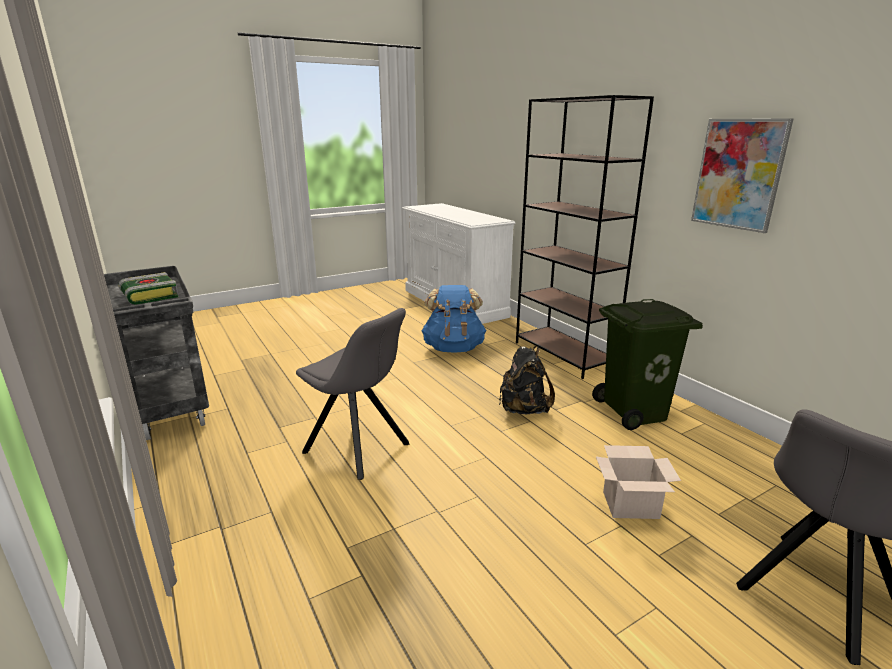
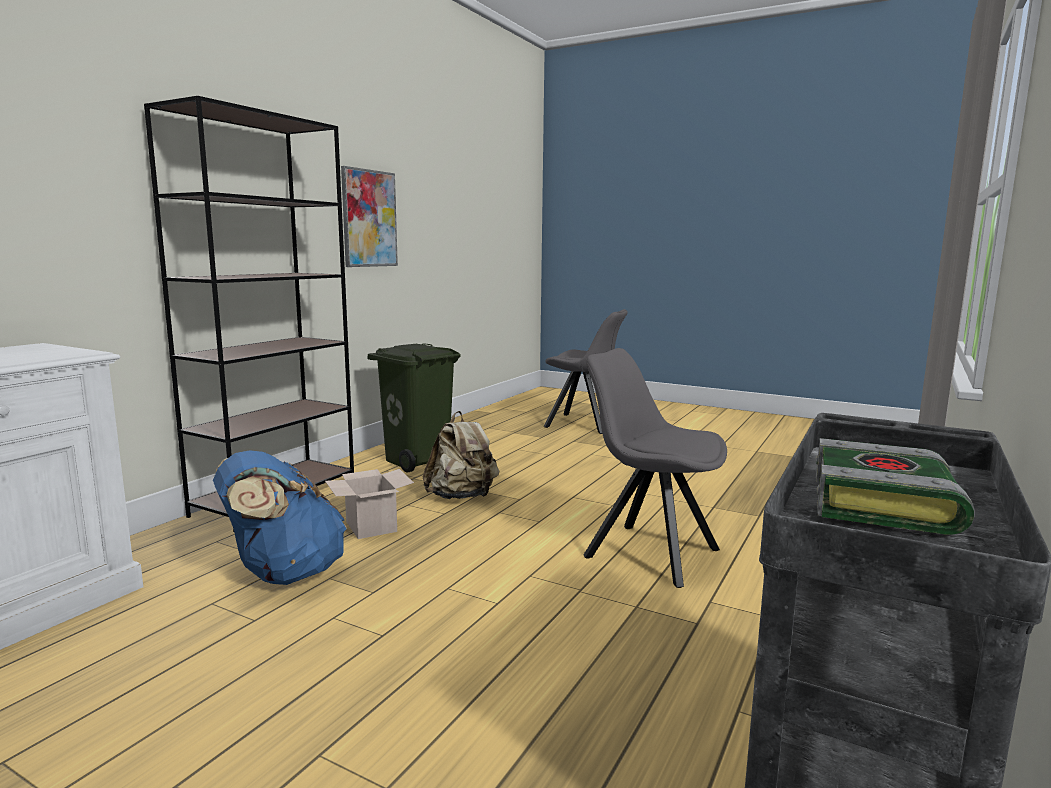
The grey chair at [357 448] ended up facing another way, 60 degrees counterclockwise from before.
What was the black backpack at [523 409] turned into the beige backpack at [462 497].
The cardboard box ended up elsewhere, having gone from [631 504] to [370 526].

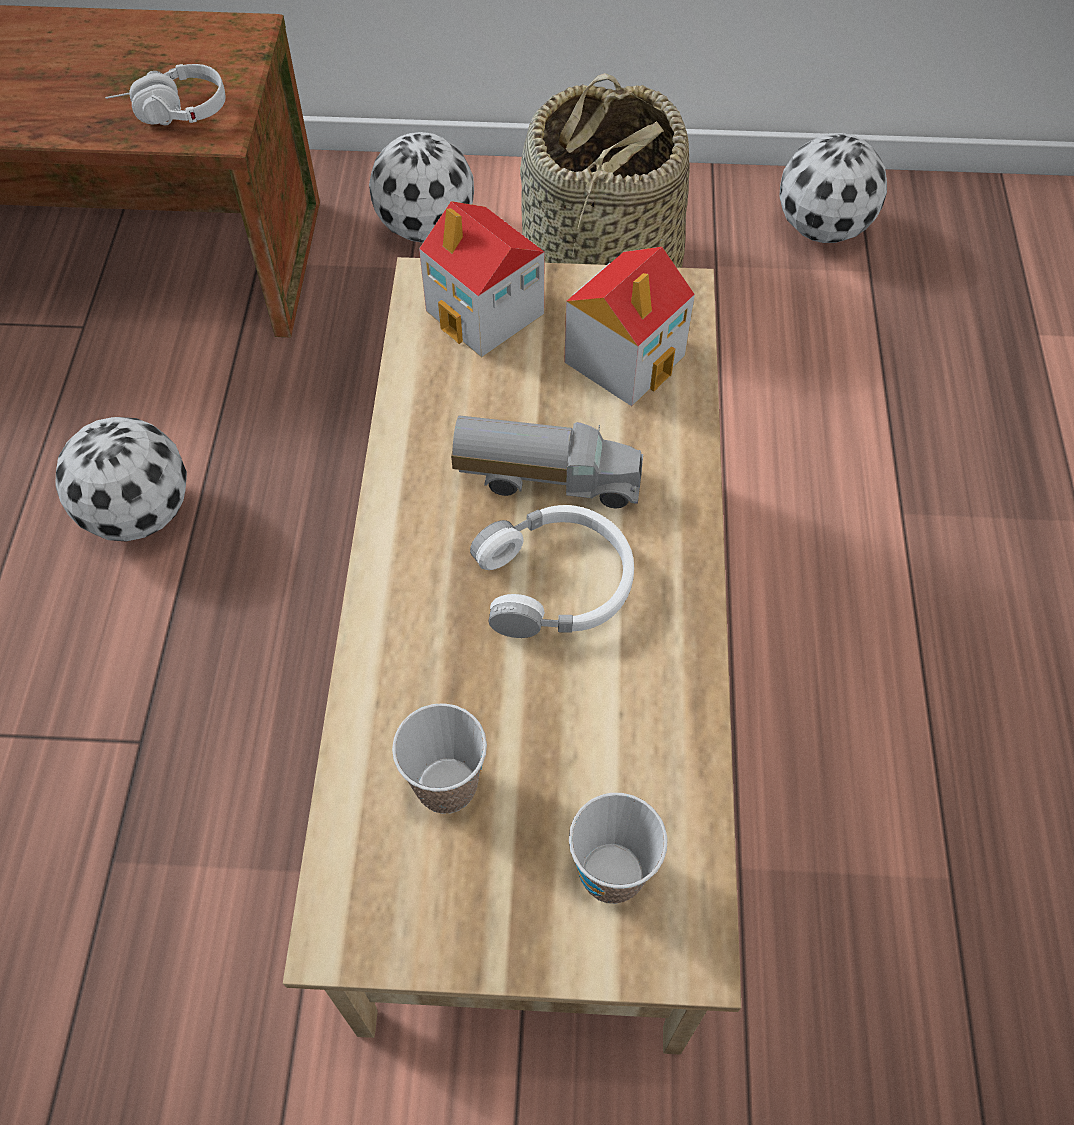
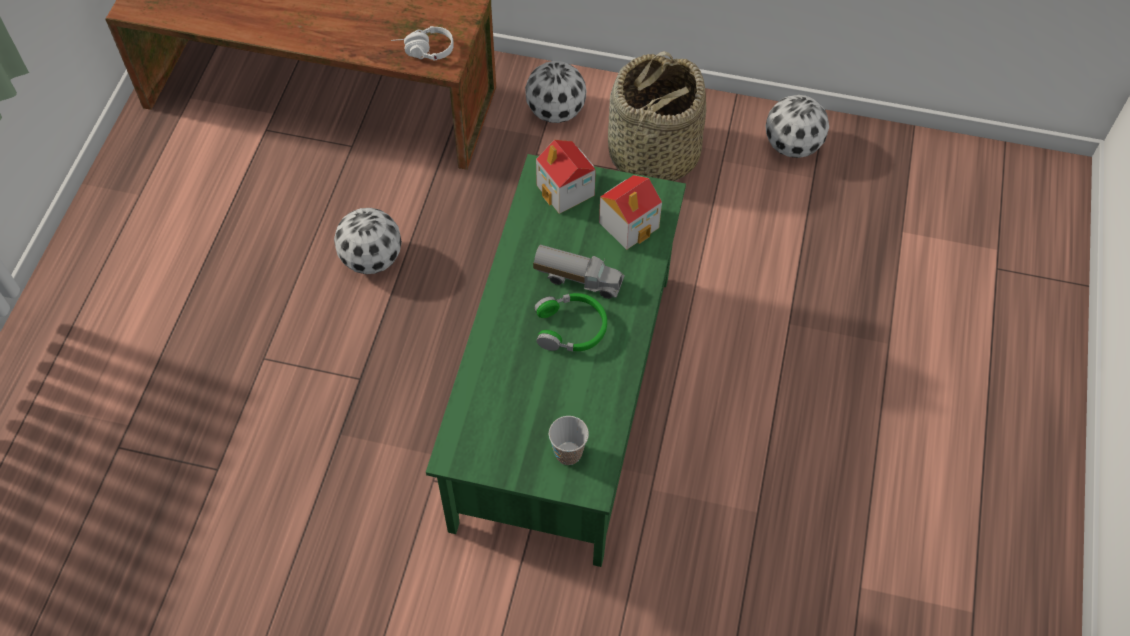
What was the beige coffee table at [534 712] turned into the green coffee table at [563 396].
The second view lost the cup at [446 786].
What was the white headphones at [555 582] turned into the green headphones at [571 328].

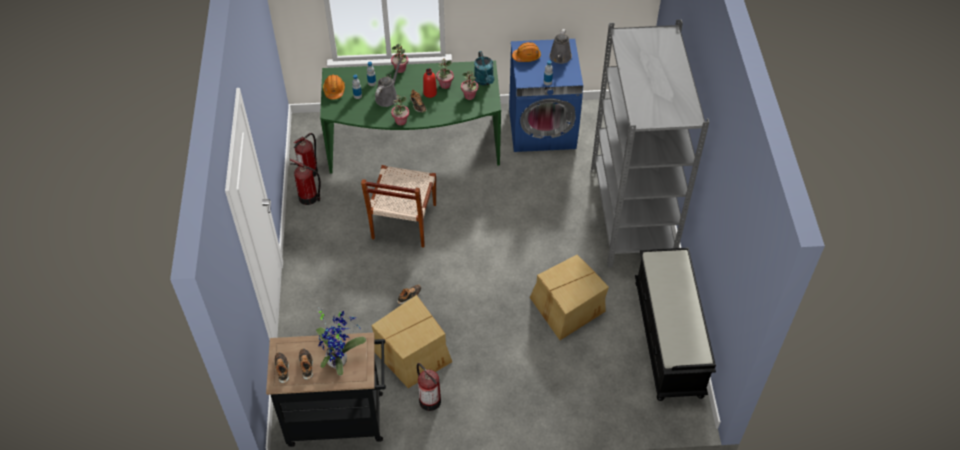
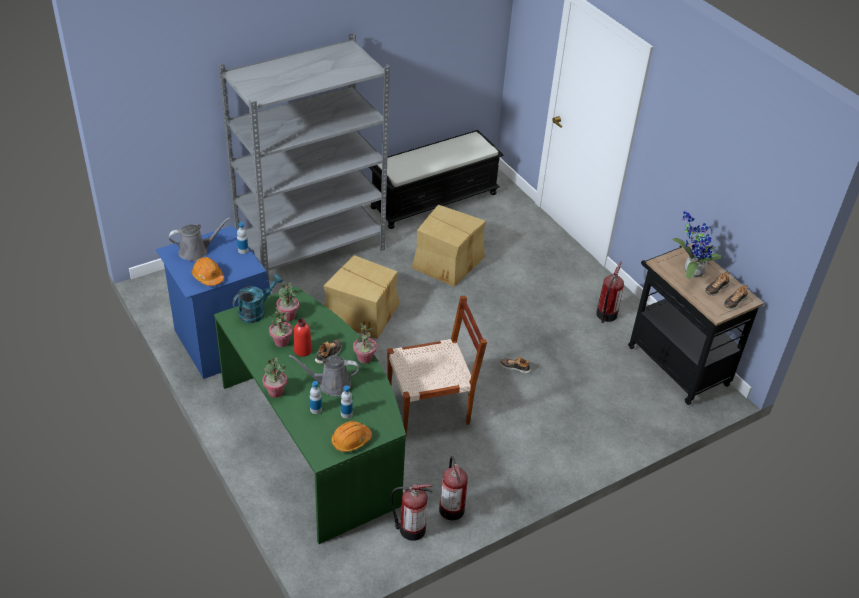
The cardboard box ended up elsewhere, having gone from [413 353] to [362 312].

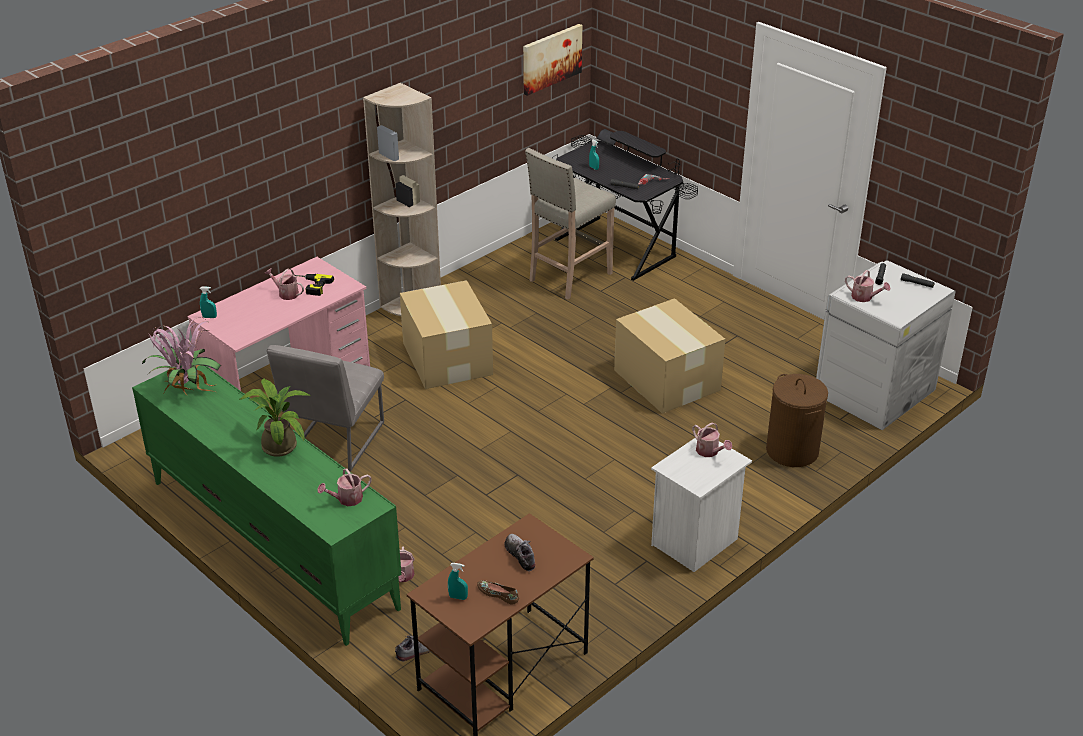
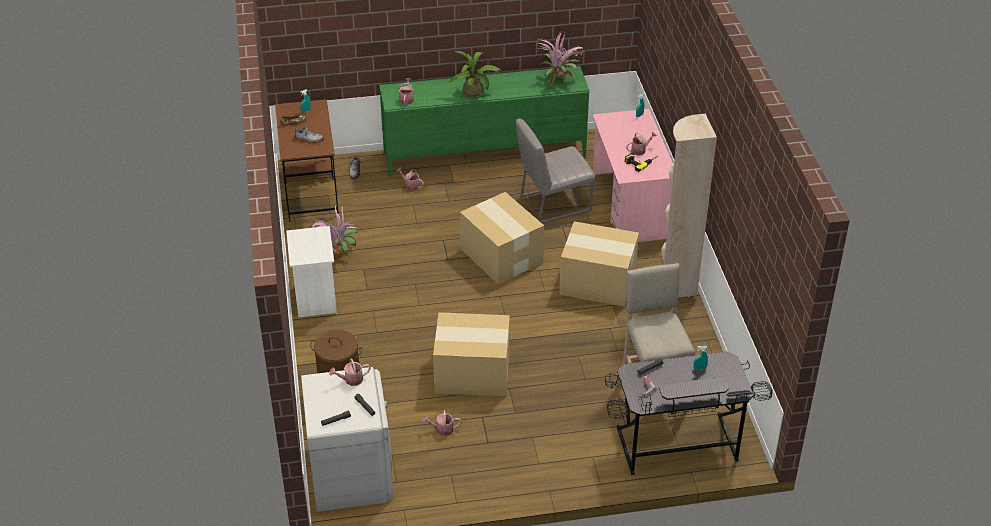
The grey chair at [334 441] ended up facing another way, 75 degrees counterclockwise from before.
The second view lost the picture at [551 58].
The watering can ended up elsewhere, having gone from [709 452] to [442 429].
The second view gained the potted plant at [336 255].
The second view gained the cardboard box at [501 256].

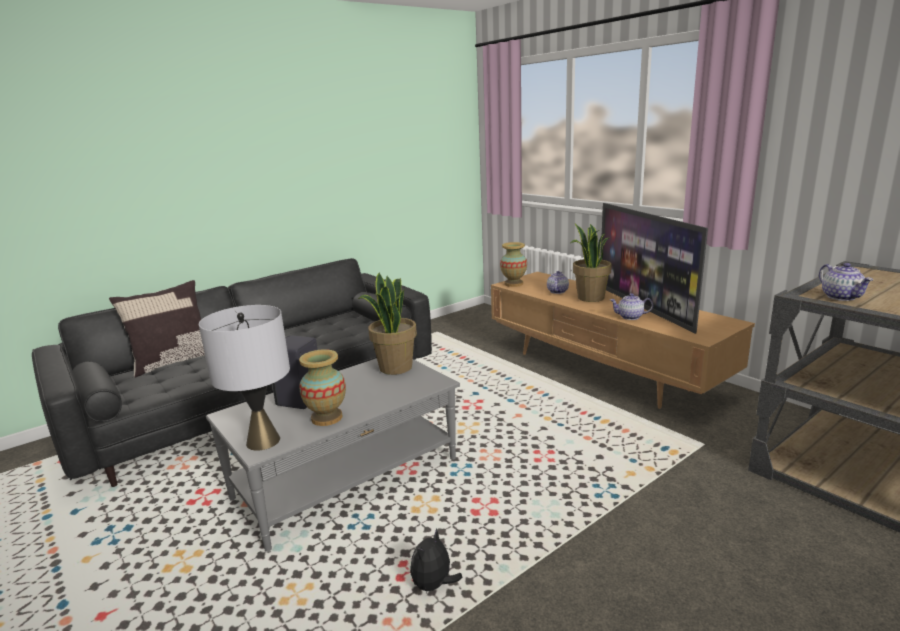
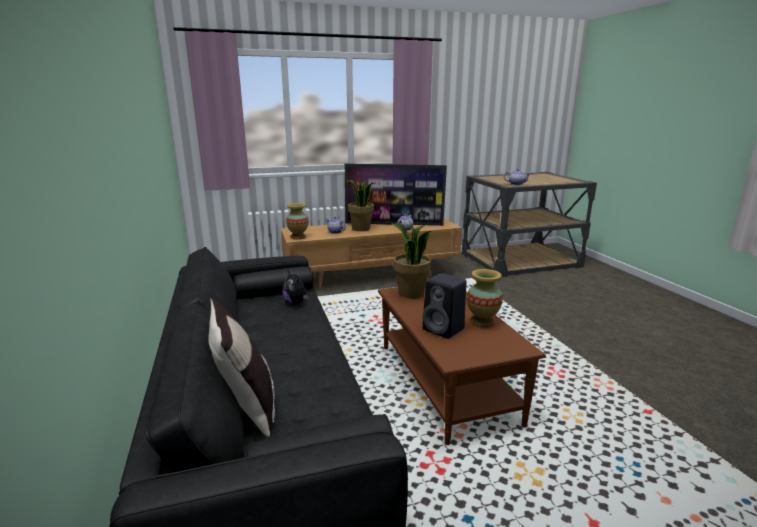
The second view lost the grey table lamp at [263 441].
What was the grey coffee table at [348 478] turned into the brown coffee table at [445 382].
The plush toy ended up elsewhere, having gone from [434 585] to [296 303].

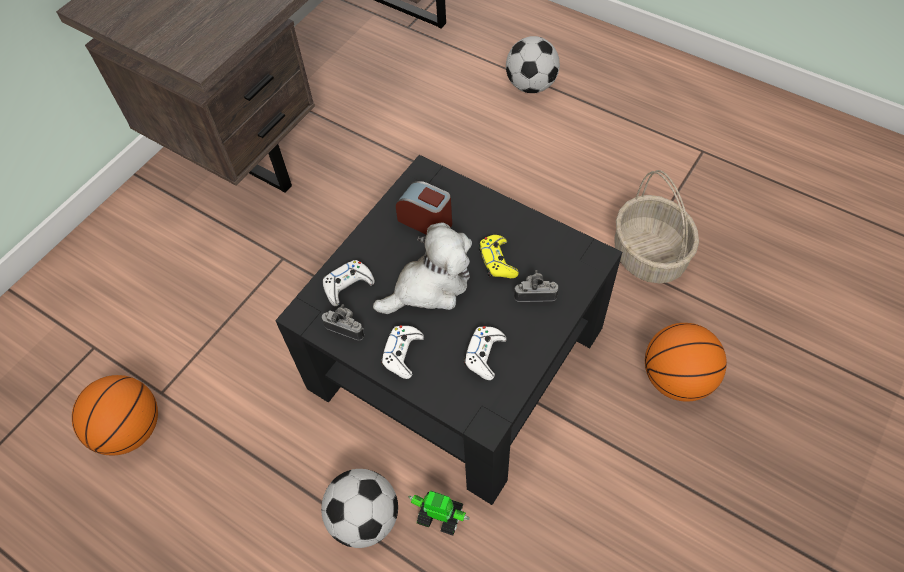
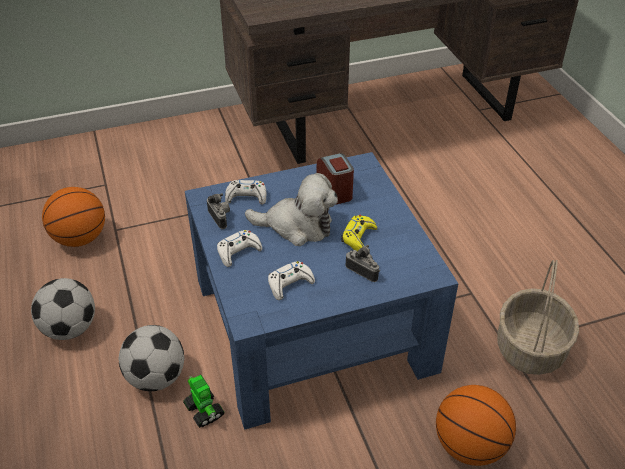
What was the black coffee table at [456 358] turned into the blue coffee table at [312 324].
The football ended up elsewhere, having gone from [530 85] to [70 328].

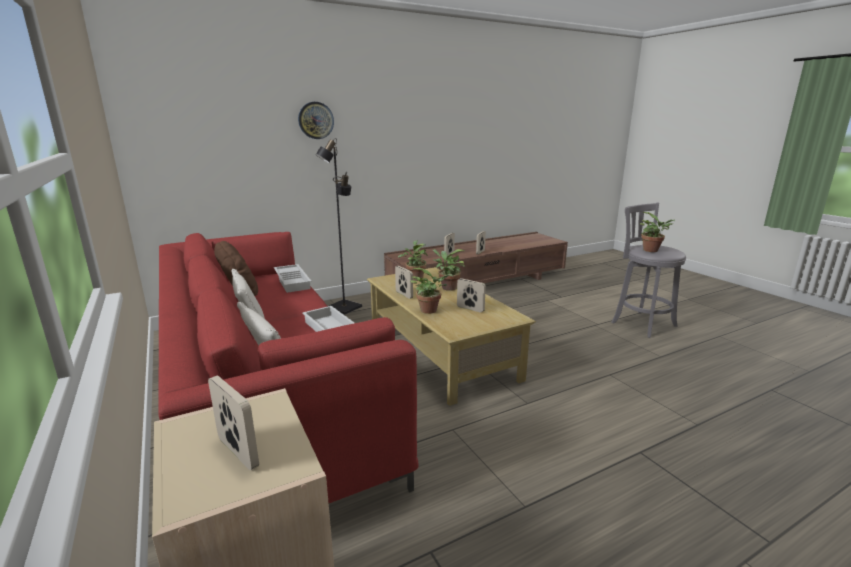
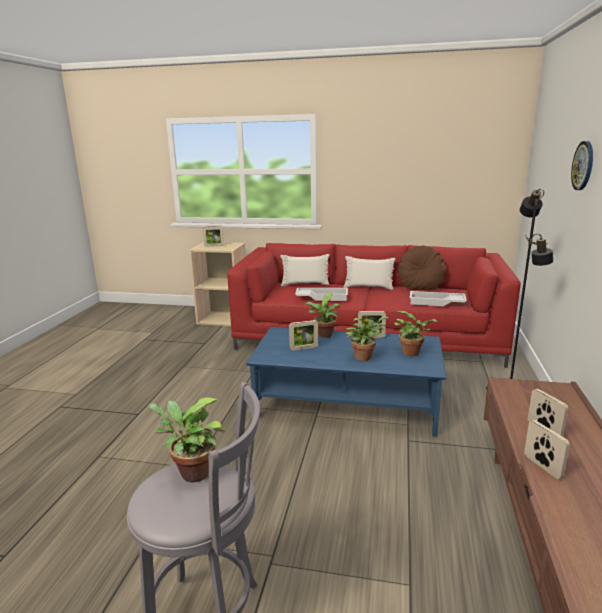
What was the beige coffee table at [439 352] turned into the blue coffee table at [347 404].

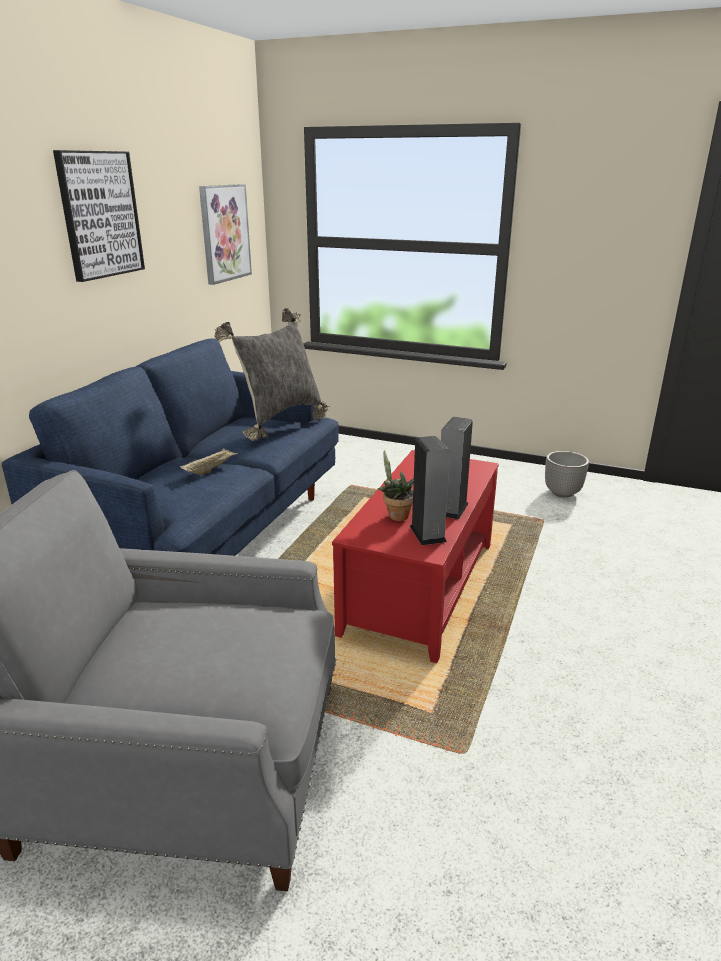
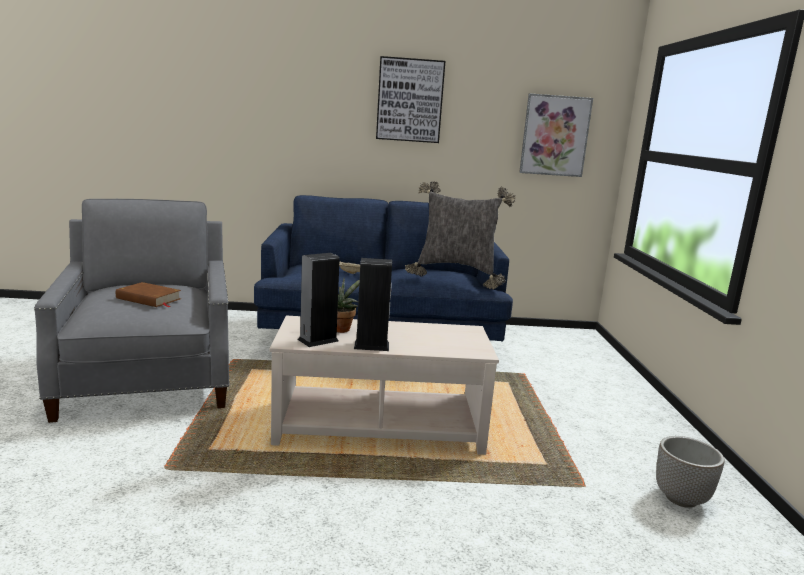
What was the red coffee table at [420 586] turned into the beige coffee table at [380 426].
The second view gained the brown book at [148 299].

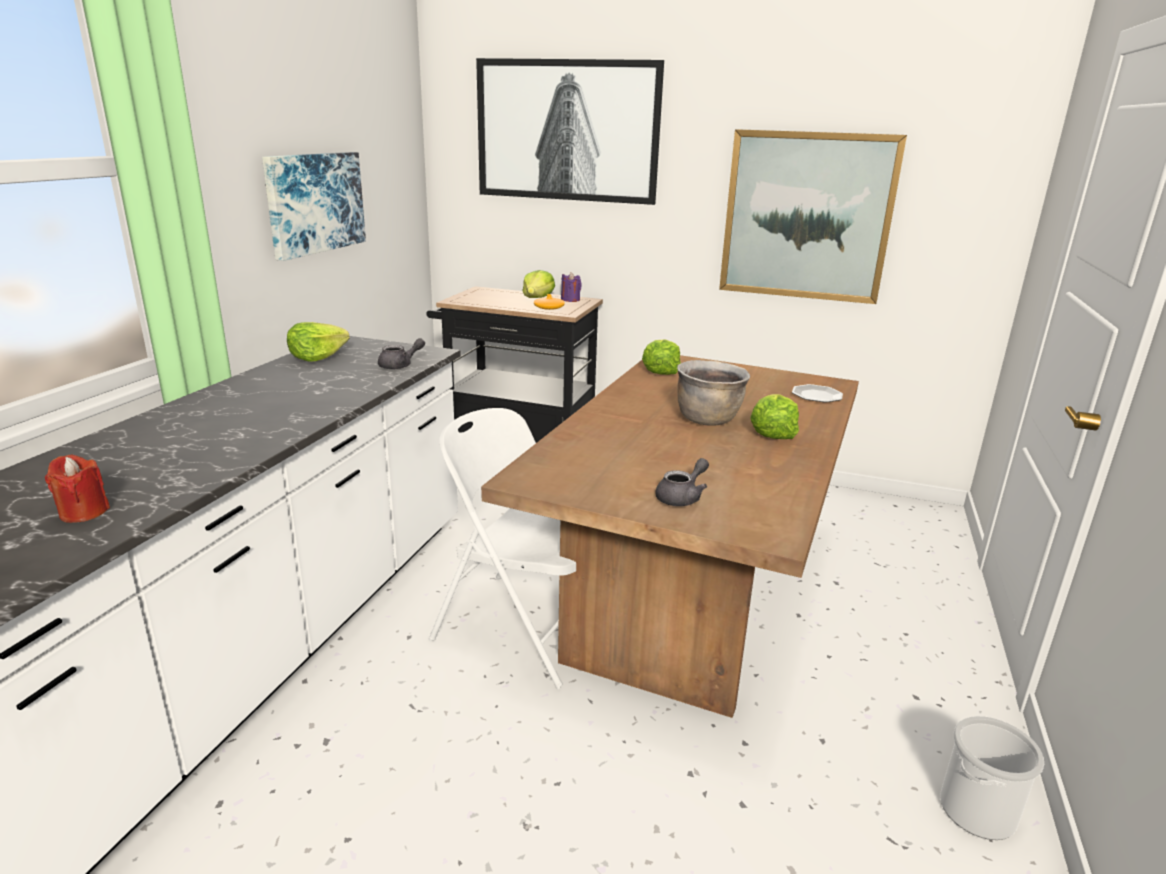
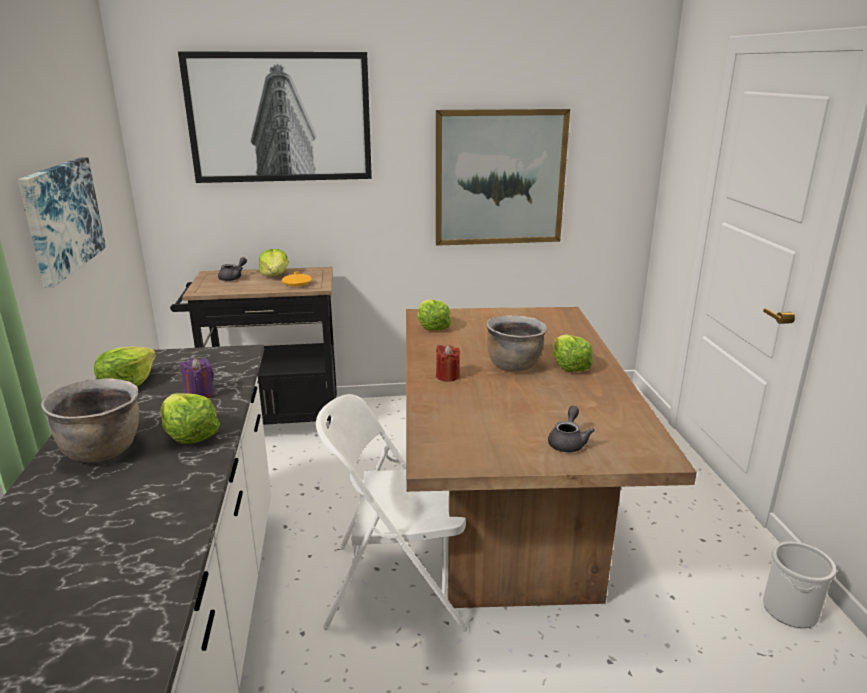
The red candle ended up elsewhere, having gone from [83 512] to [447 376].
The grey teapot ended up elsewhere, having gone from [400 366] to [233 278].
The purple candle ended up elsewhere, having gone from [570 300] to [200 394].
The second view lost the plate at [817 395].
The second view gained the brown cooking pot at [103 450].
The second view gained the lettuce at [189 435].

